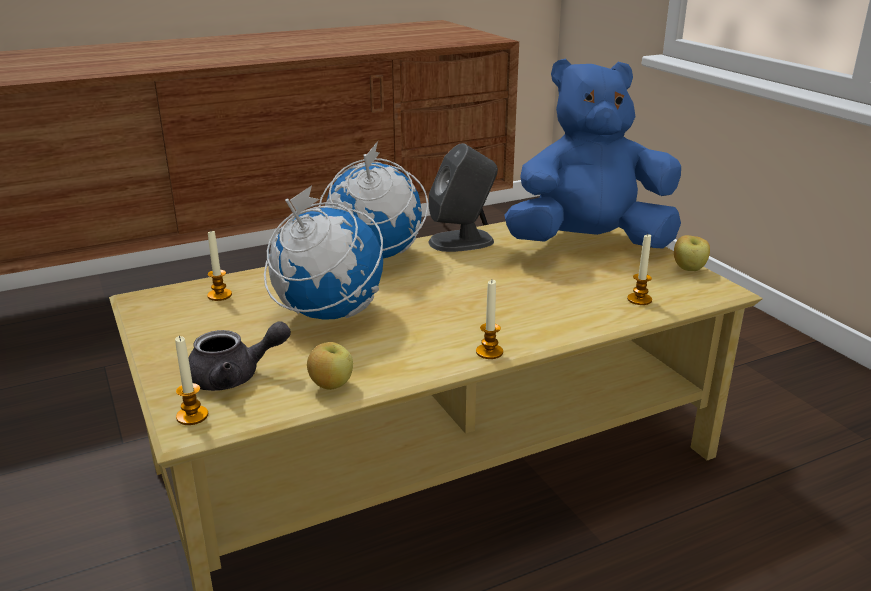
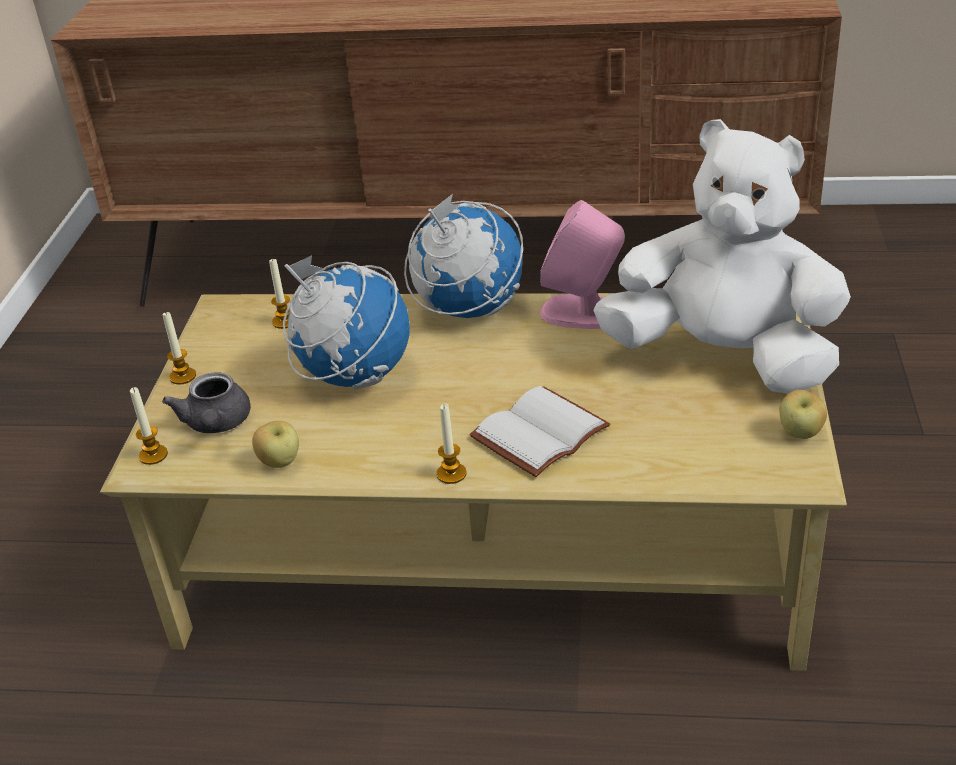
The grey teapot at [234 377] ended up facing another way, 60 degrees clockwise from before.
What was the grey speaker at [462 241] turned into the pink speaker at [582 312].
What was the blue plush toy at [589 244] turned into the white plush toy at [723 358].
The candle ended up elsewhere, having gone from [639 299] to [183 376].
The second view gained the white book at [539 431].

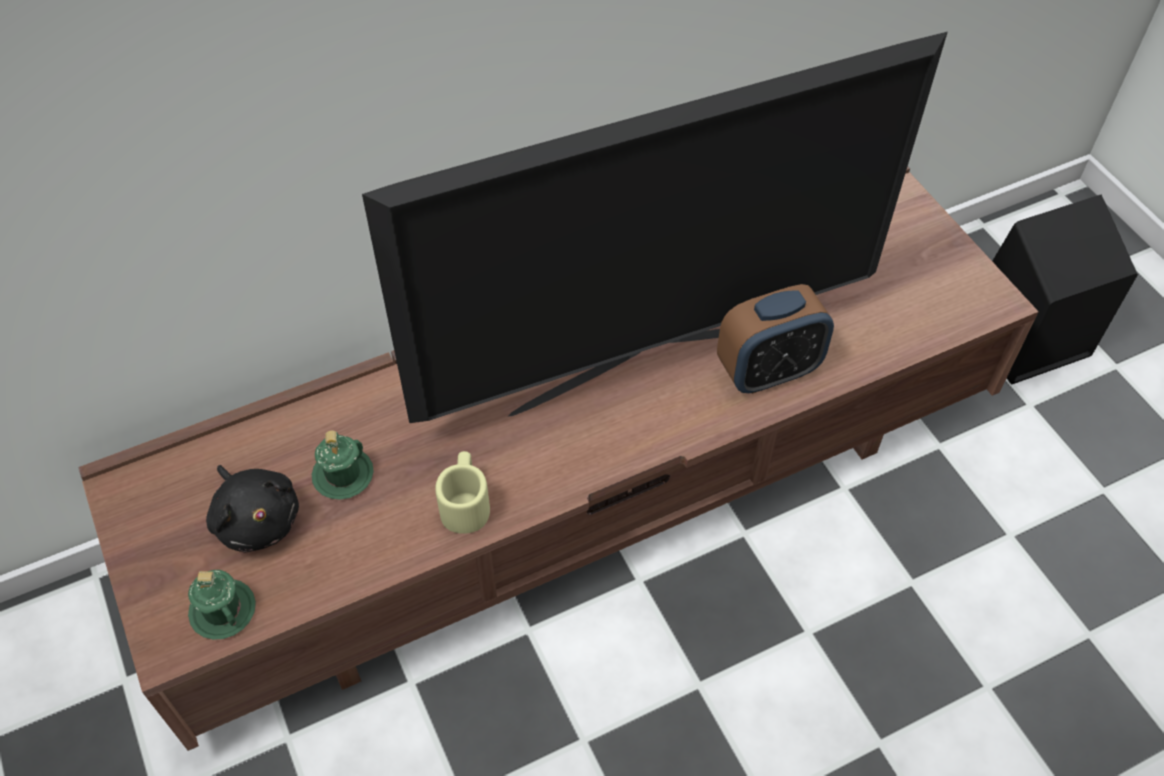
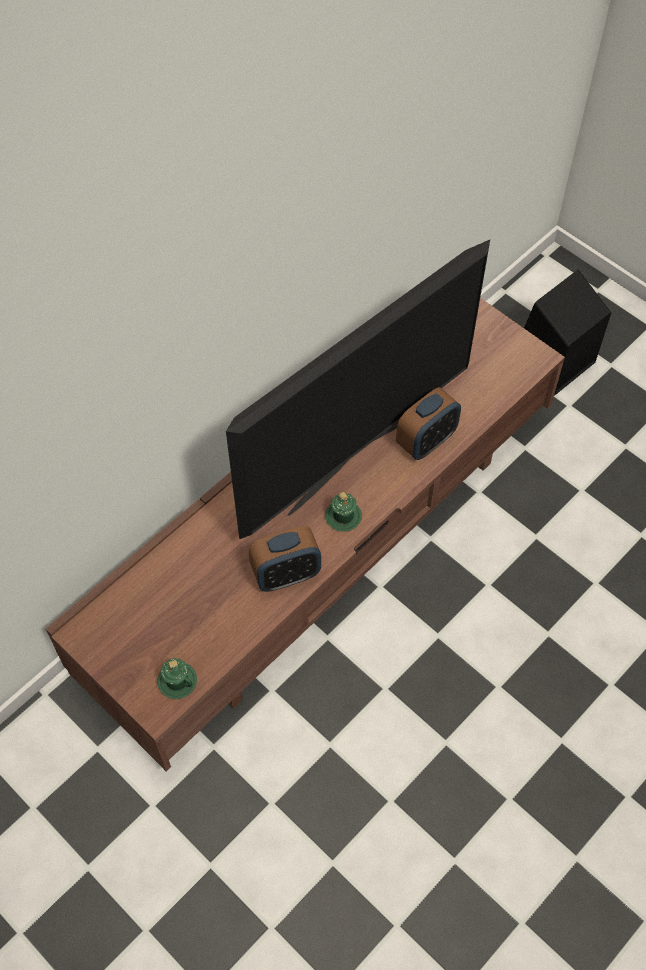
The second view lost the black plush toy at [257 519].
The green mug ended up elsewhere, having gone from [343 475] to [343 516].
Where the beige mug stood at [465 502], the alarm clock came to stand at [286 575].

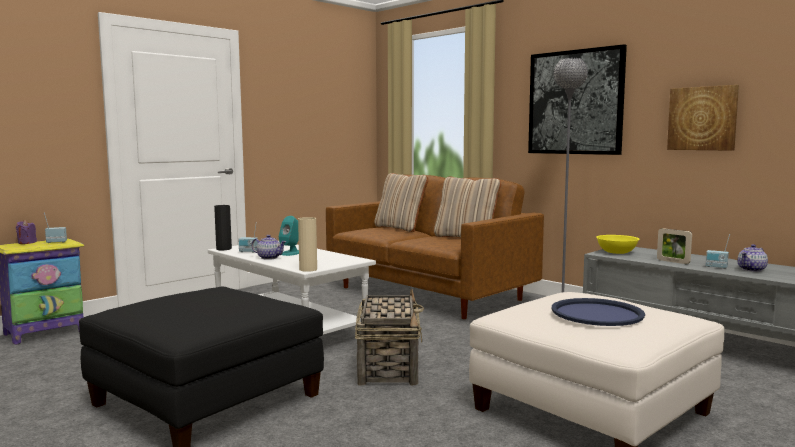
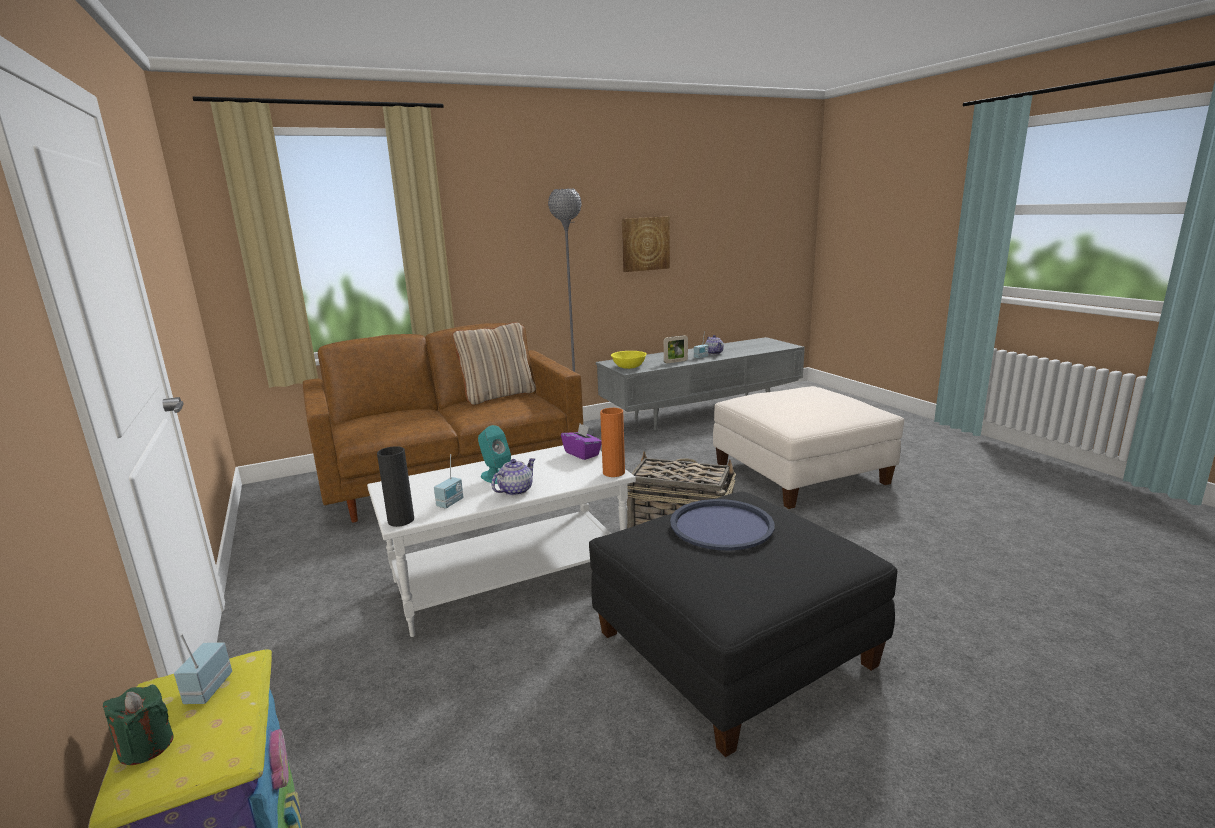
What was the purple candle at [27 242] turned into the green candle at [146 746].
What was the beige vase at [308 269] turned into the orange vase at [613 472].
The second view lost the beige pillow at [400 228].
The second view lost the picture at [575 102].
The blue tray ended up elsewhere, having gone from [596 313] to [721 526].
The second view gained the purple tissue box at [582 454].

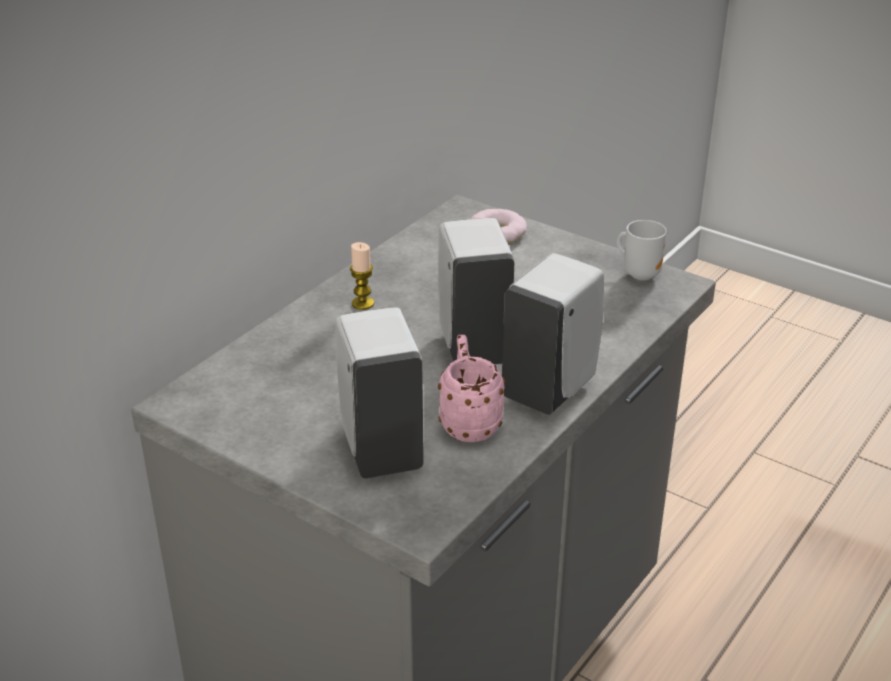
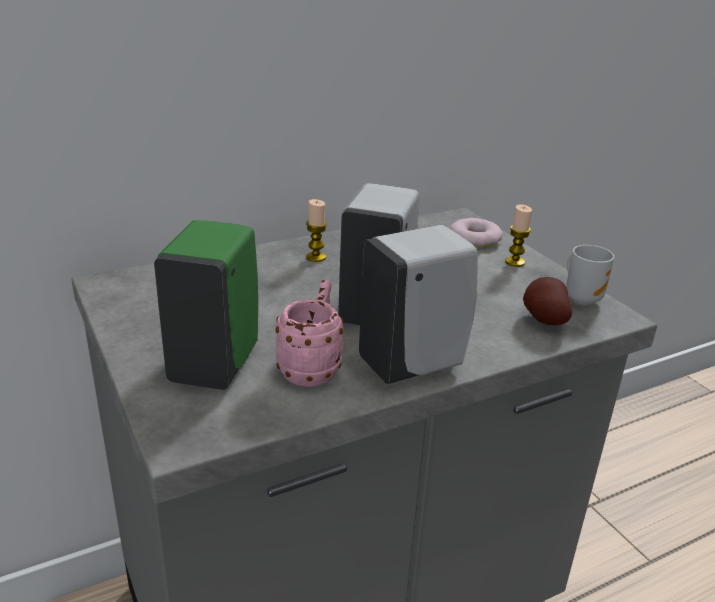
What was the white soap dispenser at [381 448] turned into the green soap dispenser at [216 364].
The second view gained the candle at [515 262].
The second view gained the potato at [542 320].

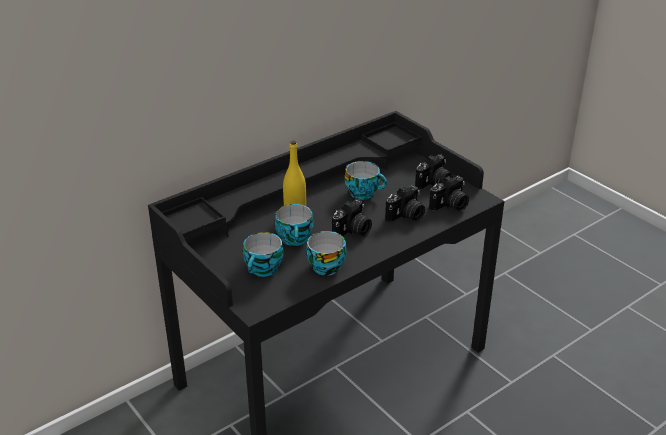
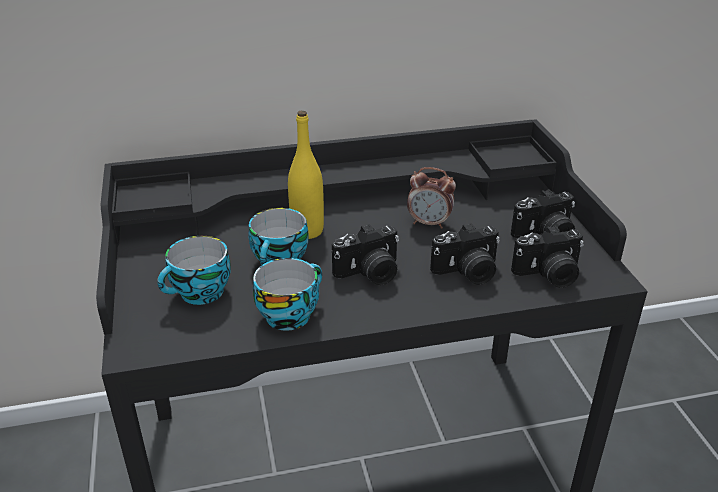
Where the cup stood at [364 193], the alarm clock came to stand at [429 223].

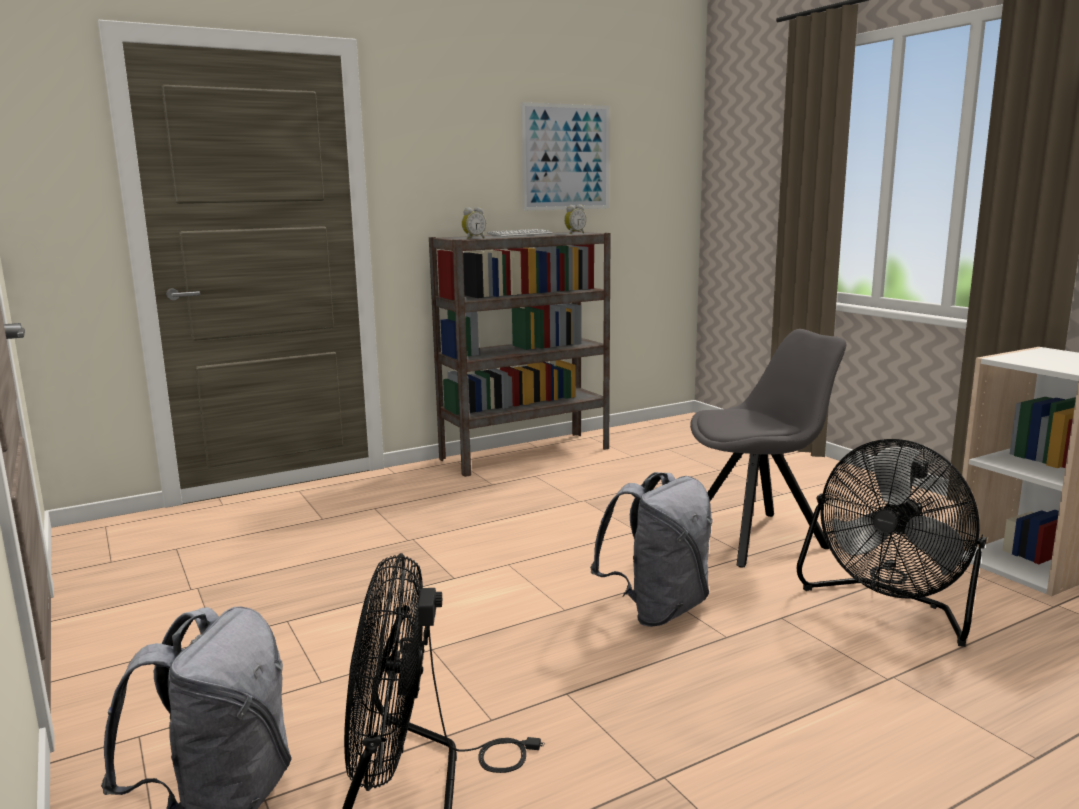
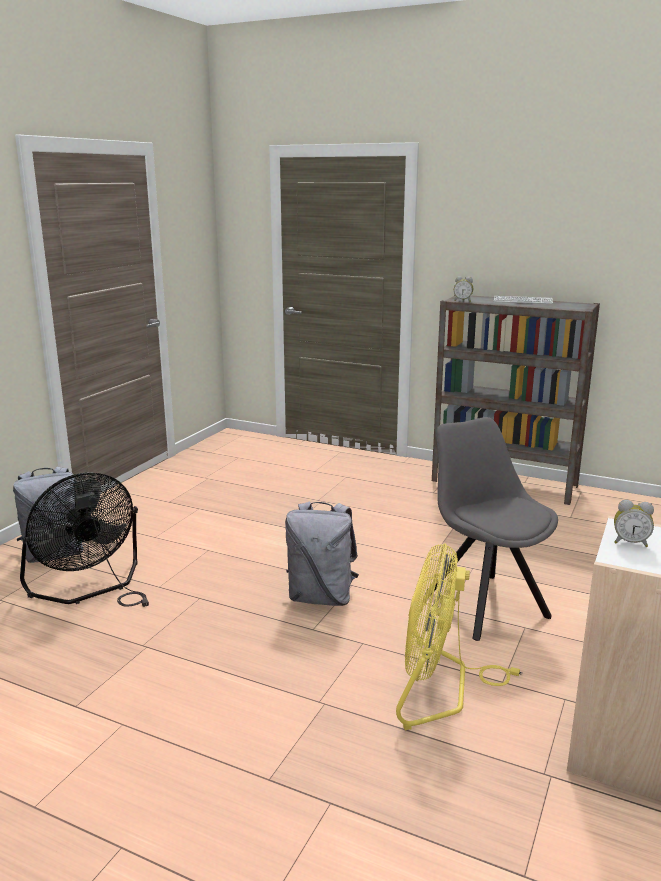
The second view lost the picture at [566 157].
The alarm clock ended up elsewhere, having gone from [574 233] to [630 542].
The grey chair at [757 538] ended up facing another way, 150 degrees counterclockwise from before.
What was the black fan at [887 602] turned into the yellow fan at [442 683].

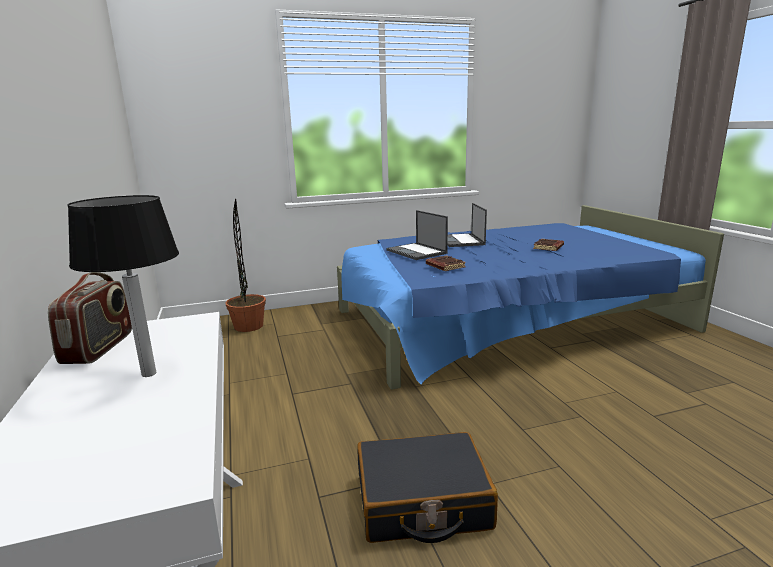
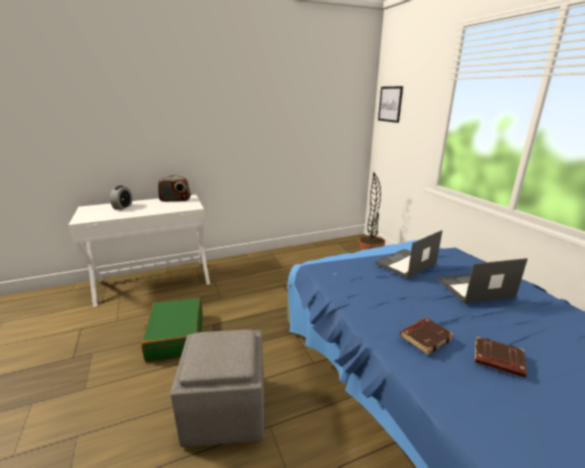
The second view lost the table lamp at [149 374].
What was the black suitcase at [422 502] turned into the green suitcase at [176 336].
The brown book ended up elsewhere, having gone from [444 266] to [425 337].
The second view gained the alarm clock at [123 207].
The second view gained the grey ottoman at [225 411].
The second view gained the picture at [390 104].

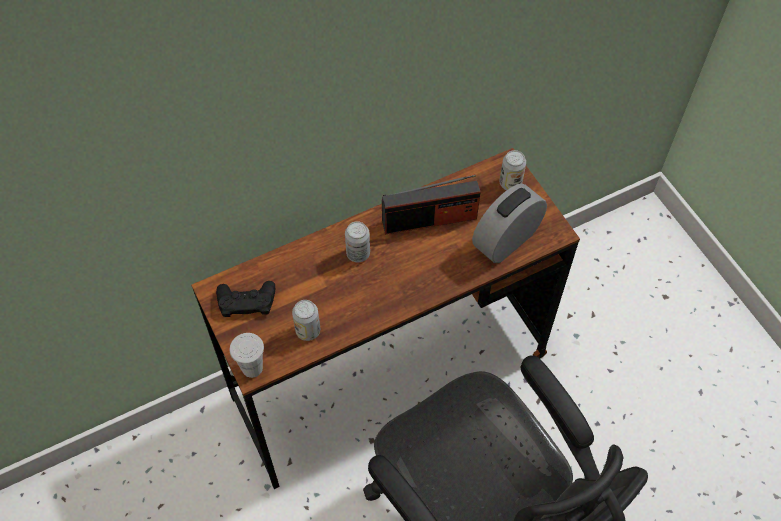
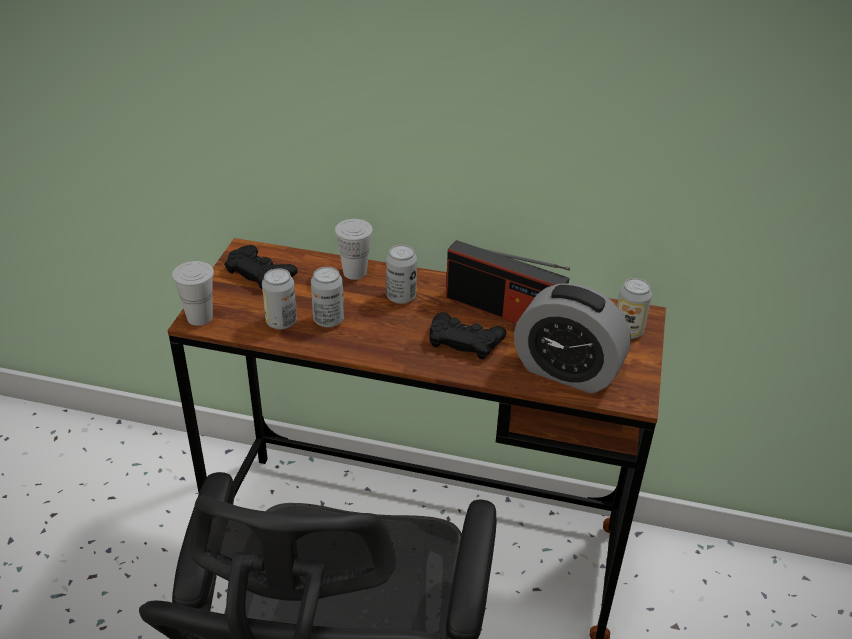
The alarm clock at [506 240] ended up facing another way, 150 degrees counterclockwise from before.
The second view gained the can at [328 320].
The second view gained the white cup at [355 272].
The second view gained the black game controller at [464 340].

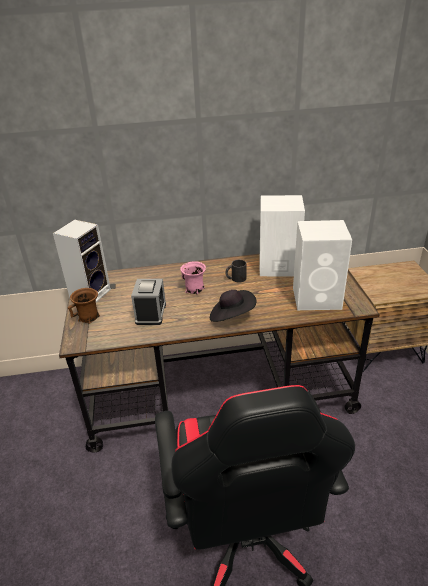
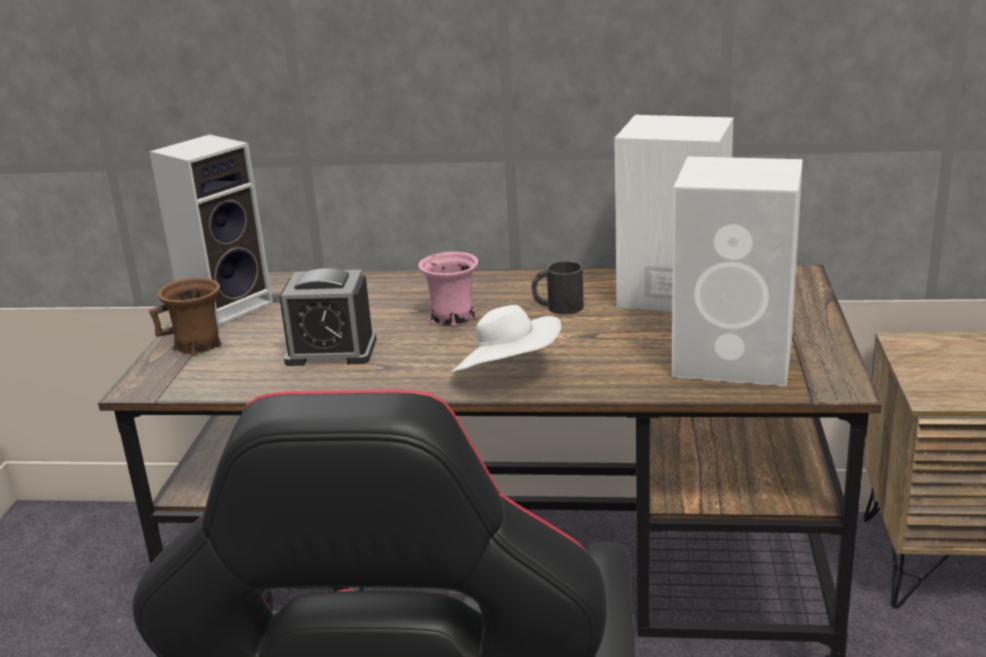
The alarm clock at [151 313] ended up facing another way, 75 degrees clockwise from before.
What was the black hat at [232 316] turned into the white hat at [508 373].

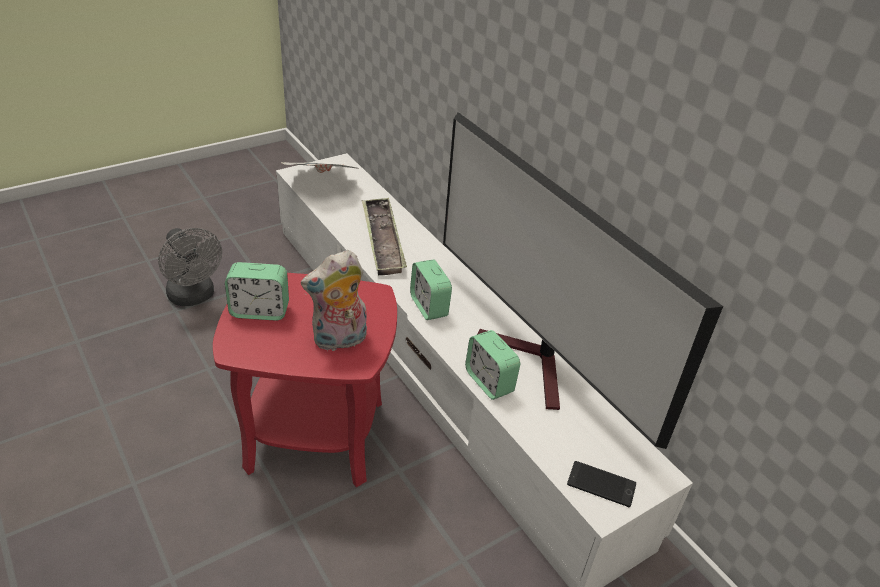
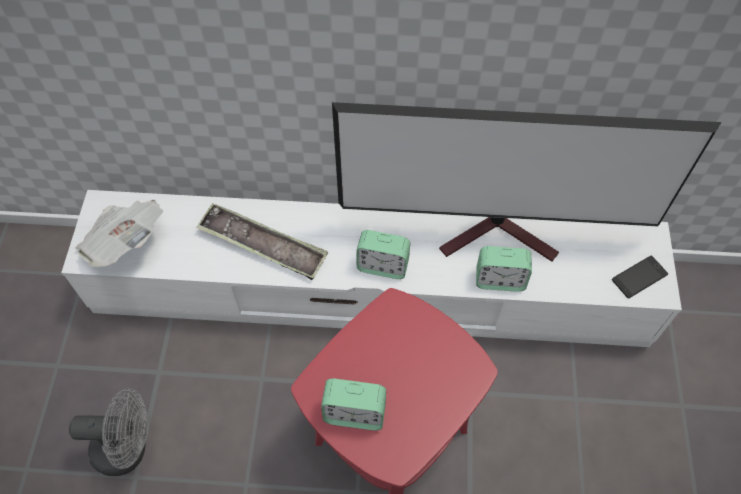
The alarm clock at [260 311] ended up facing another way, 60 degrees clockwise from before.
The second view lost the plush toy at [339 341].

